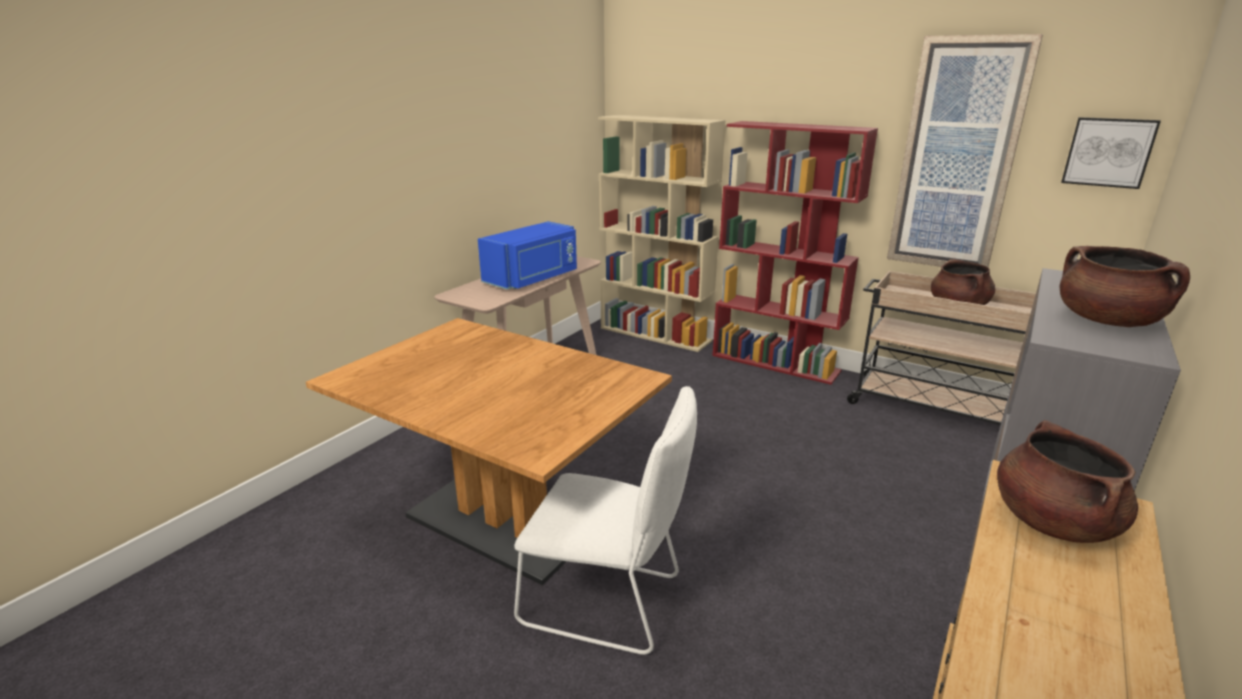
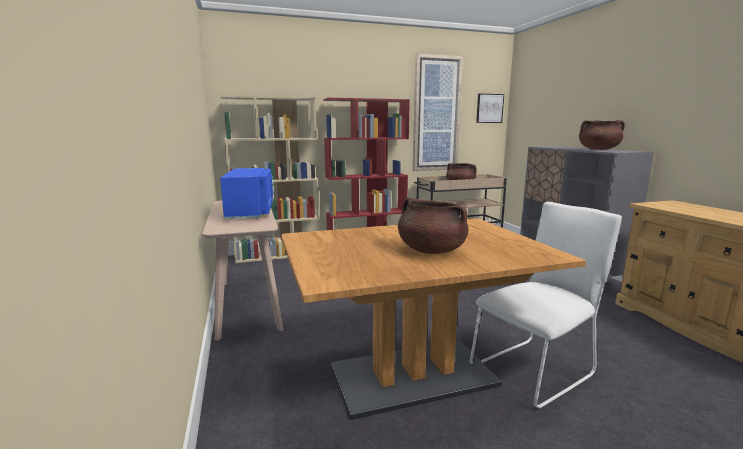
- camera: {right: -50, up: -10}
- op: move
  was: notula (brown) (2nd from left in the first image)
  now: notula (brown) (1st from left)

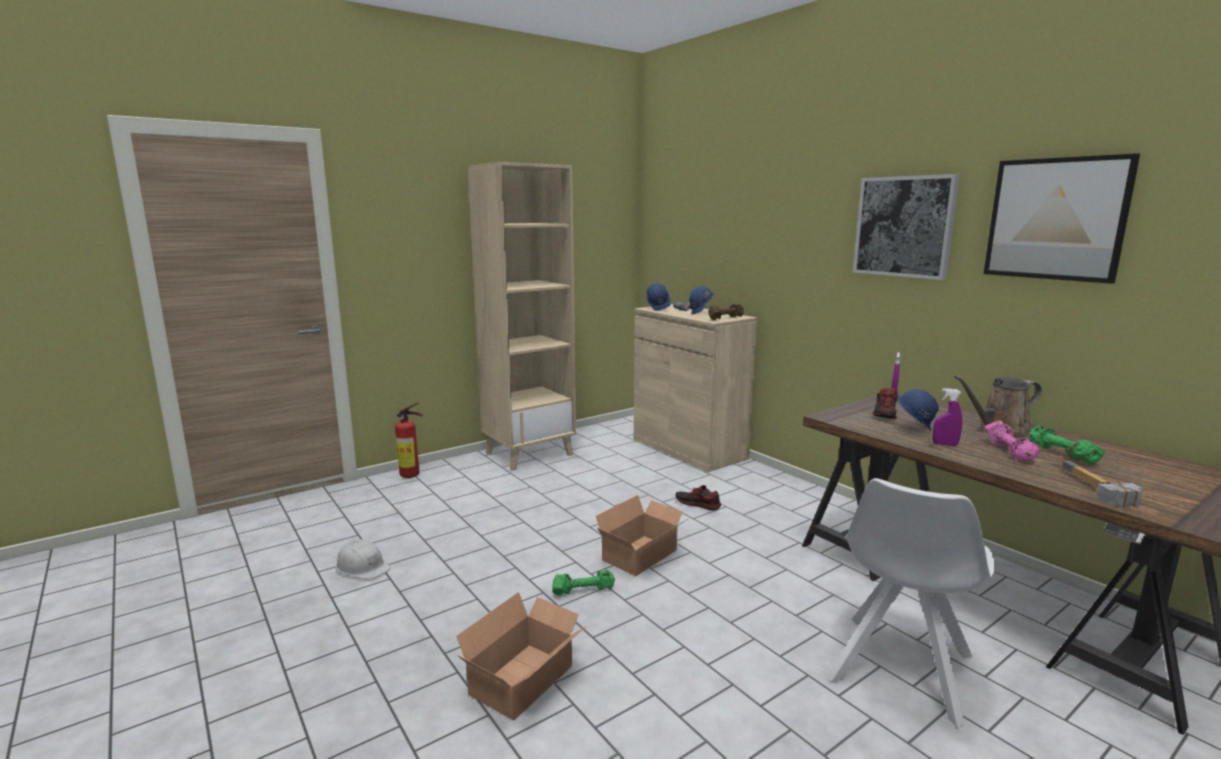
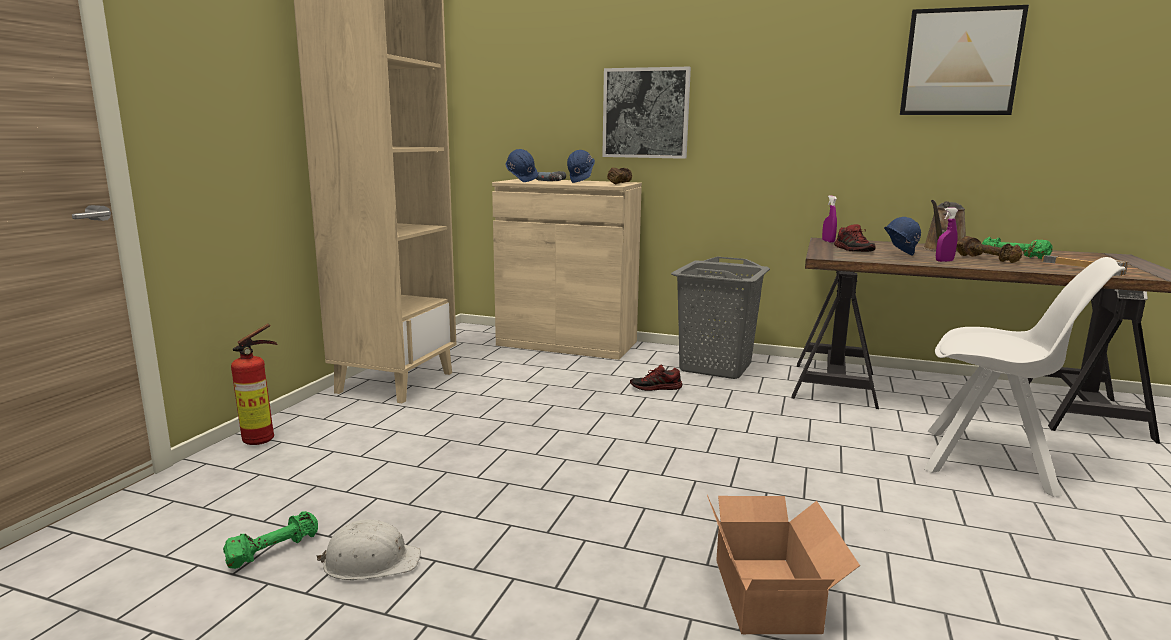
- camera: {right: -35, up: 0}
- op: move
  was: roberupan (1st from left)
- op: recolor
  was: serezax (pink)
  now: serezax (brown) (2nd from left)
- op: rotate
  was: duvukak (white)
  clockwise: -60
- op: delete
  was: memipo (2nd from left)
- op: move
  was: serezax (green) (1st from left)
- op: insert
  now: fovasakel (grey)

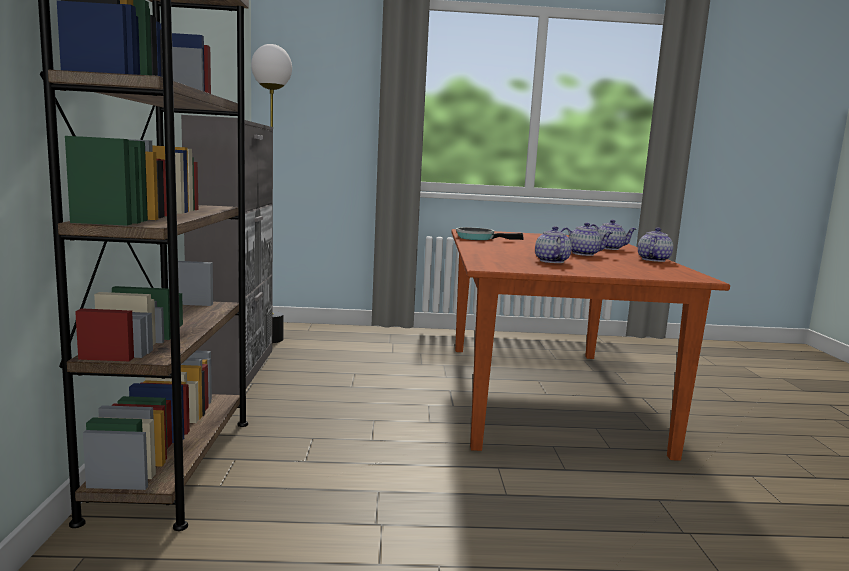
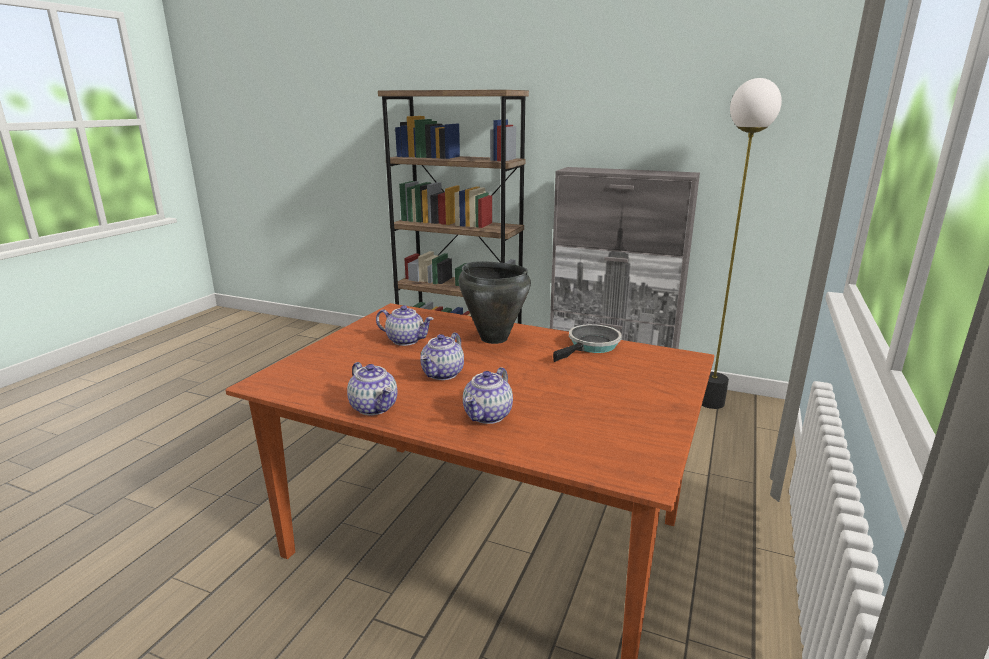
- camera: {right: 115, up: 10}
- op: insert
  now: notula (black)

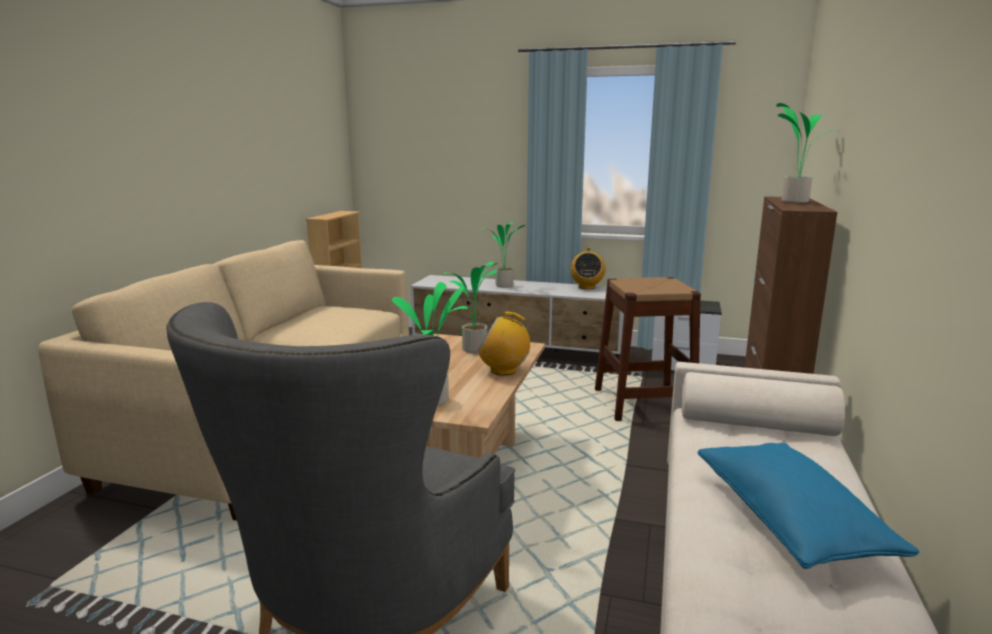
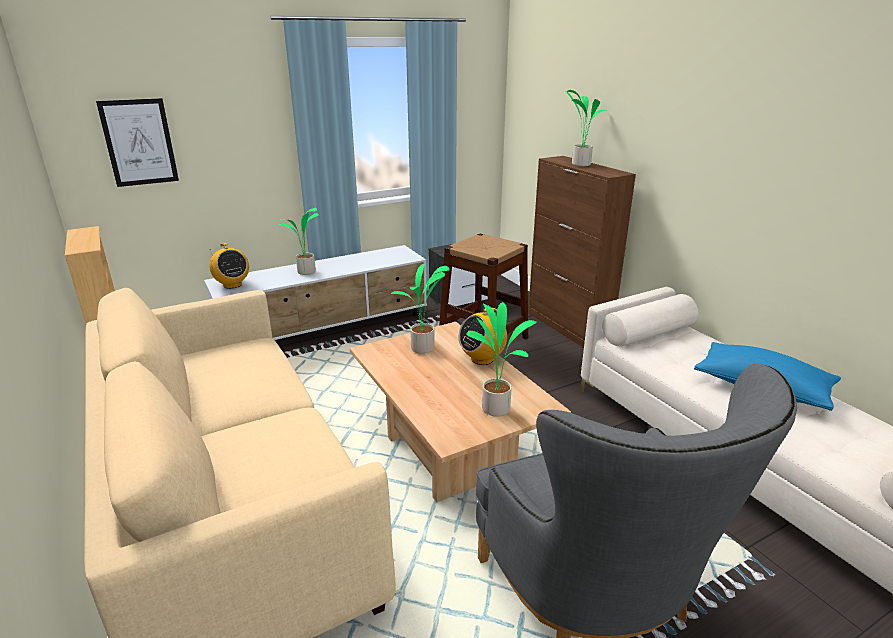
- camera: {right: -45, up: 10}
- op: move
  was: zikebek (2nd from left in the first image)
  now: zikebek (1st from left)
- op: insert
  now: roberupan

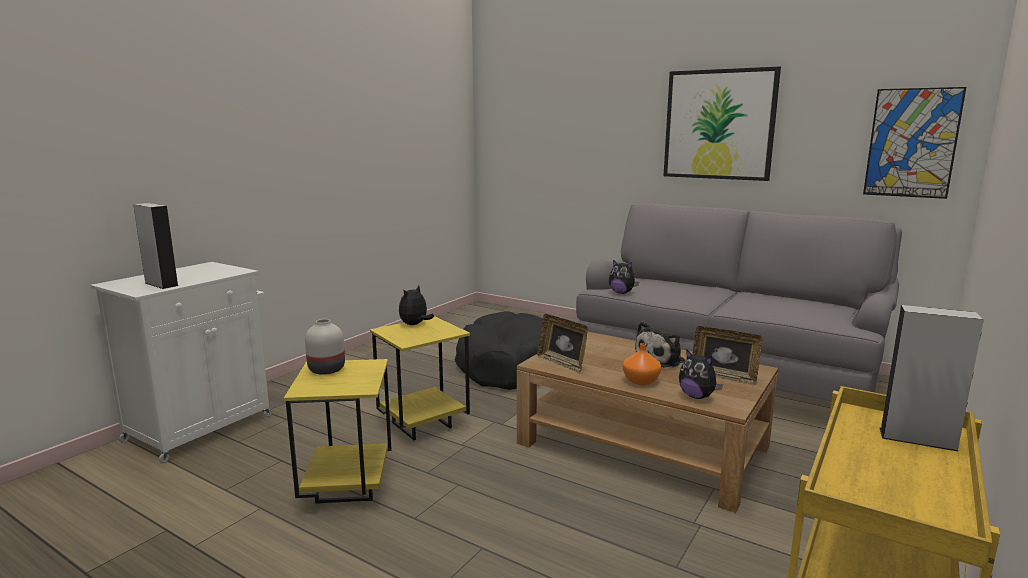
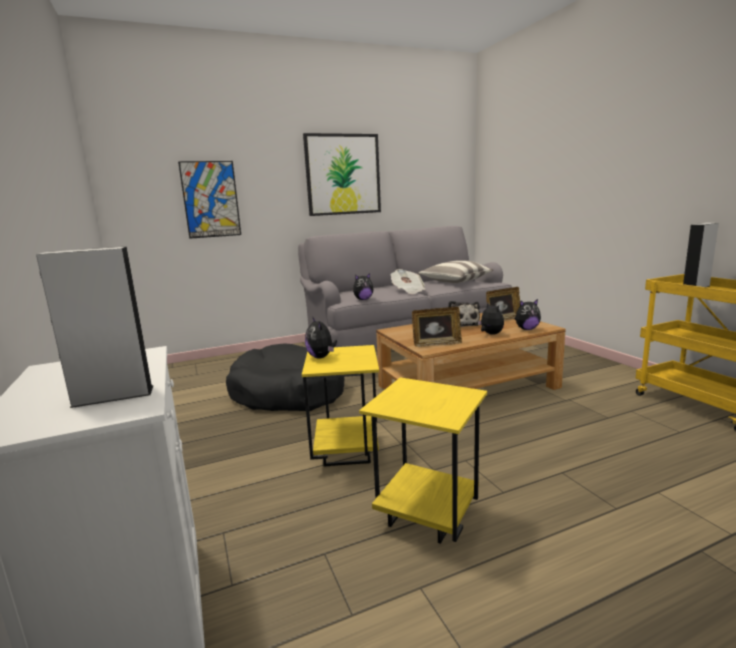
- camera: {right: -55, up: 0}
- op: move
  was: roberupan (2nd from left in the first image)
  now: roberupan (1st from left)
- op: delete
  was: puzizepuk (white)
- op: replace
  was: puzizepuk (orange)
  now: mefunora (4th from left)
- op: insert
  now: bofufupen
- op: insert
  now: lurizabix

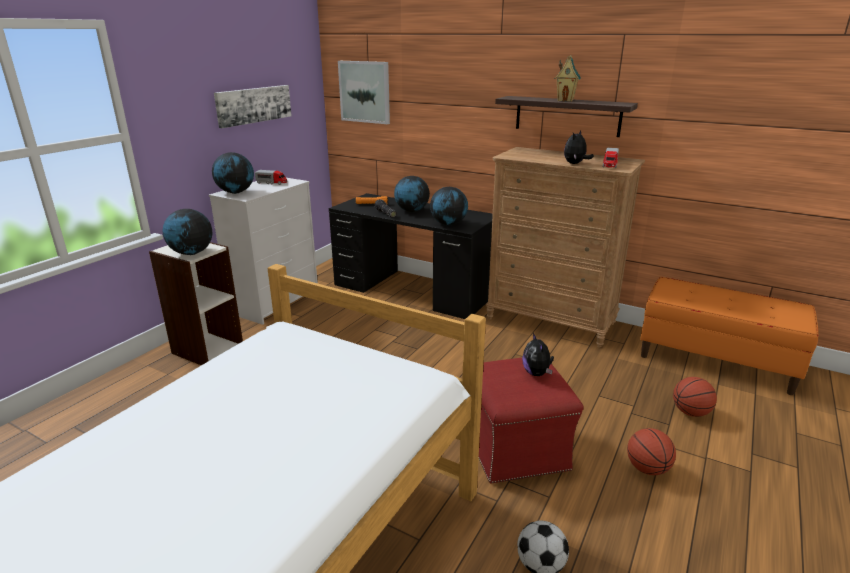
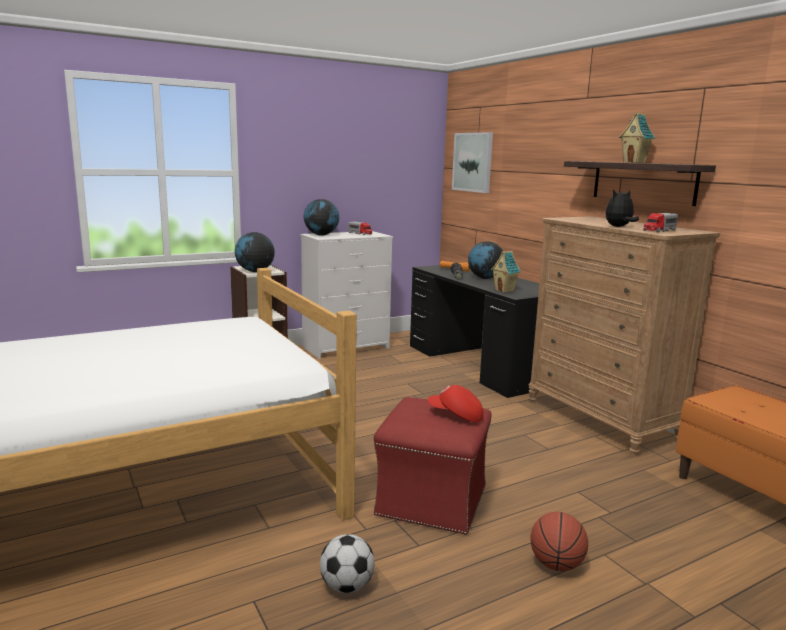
- camera: {right: 30, up: -10}
- op: delete
  was: roberupan (1st from left)
- op: replace
  was: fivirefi (4th from left)
  now: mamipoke (1st from left)
- op: replace
  was: mefunora (1st from left)
  now: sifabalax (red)
- op: delete
  was: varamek (2nd from left)

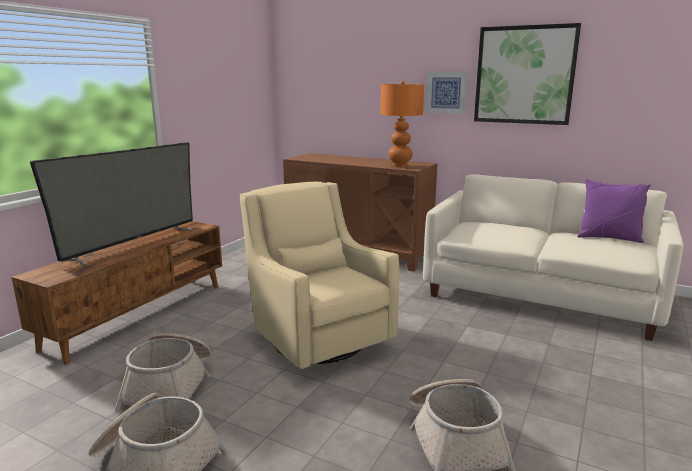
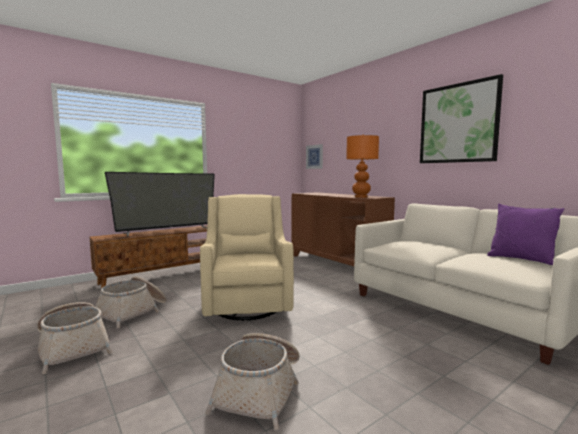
- camera: {right: 25, up: -10}
- op: move
  was: roberupan (1st from left)

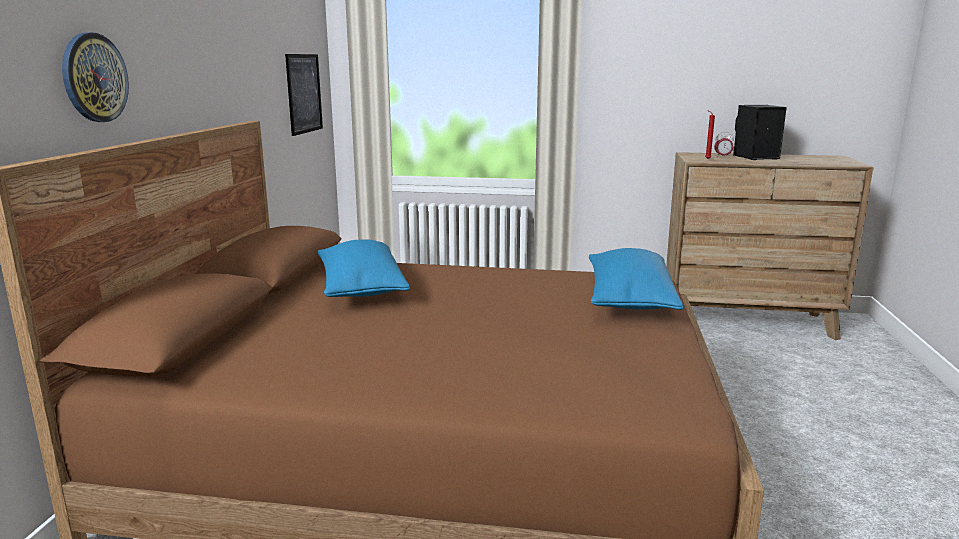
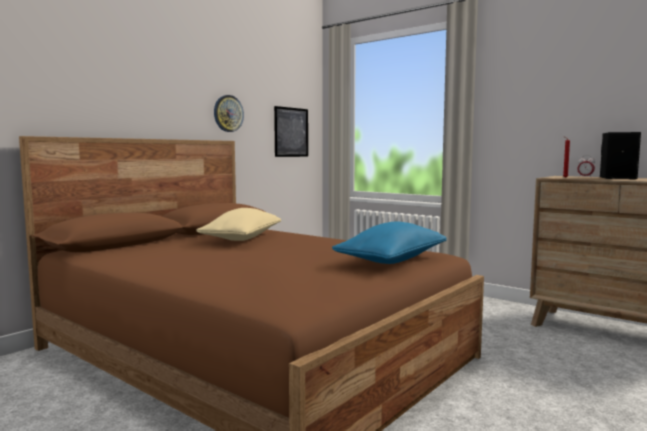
- camera: {right: 30, up: -10}
- op: move
  was: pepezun
- op: recolor
  was: bofufupen (blue) (1st from left)
  now: bofufupen (beige)

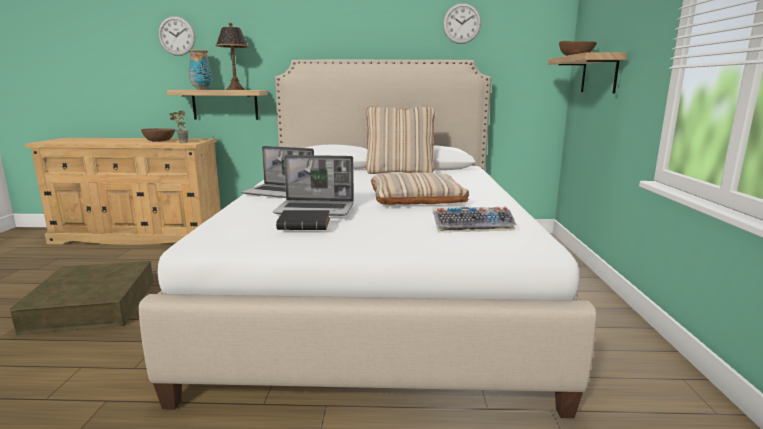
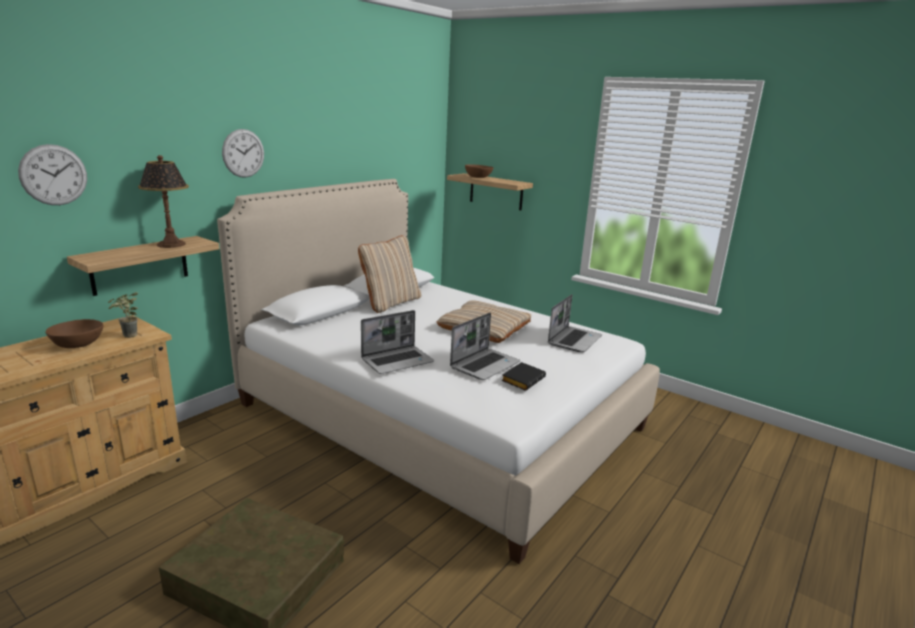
- camera: {right: -55, up: 5}
- op: move
  was: pepezun (2nd from left)
- op: delete
  was: puzizepuk
- op: replace
  was: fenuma
  now: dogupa (3rd from left)

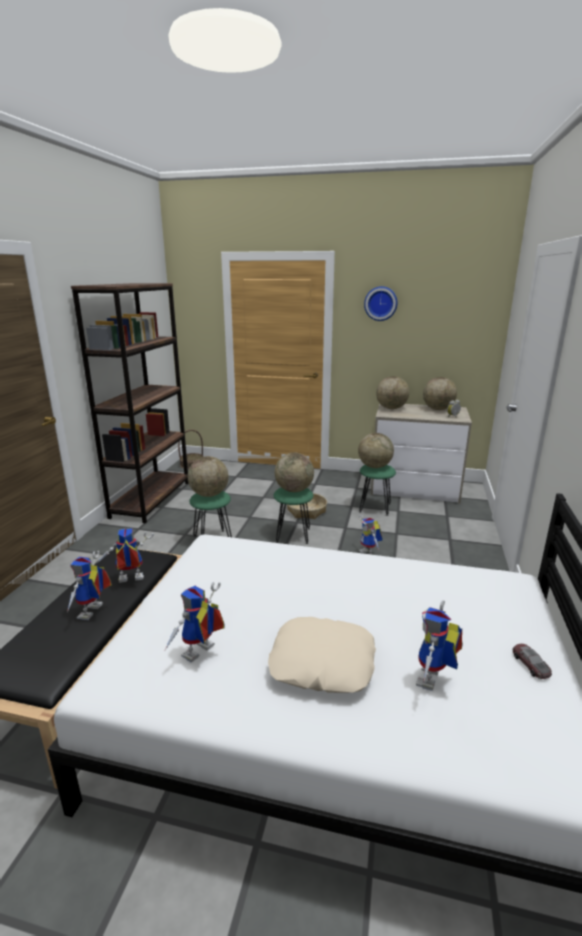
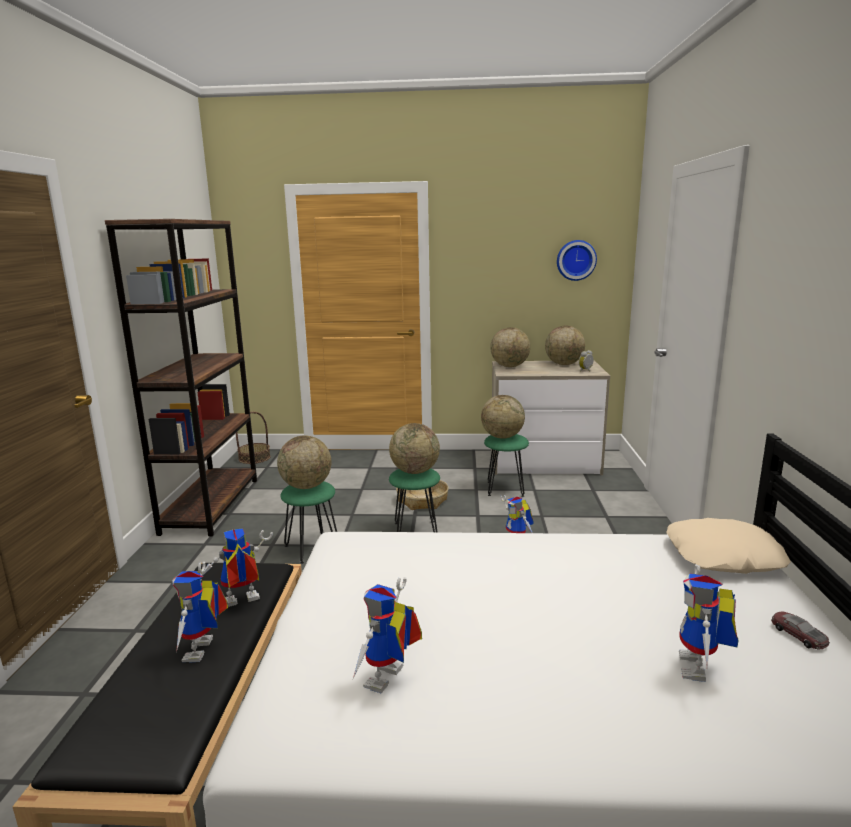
- camera: {right: -10, up: -5}
- op: move
  was: pepezun
- op: move
  was: bofufupen (beige)

